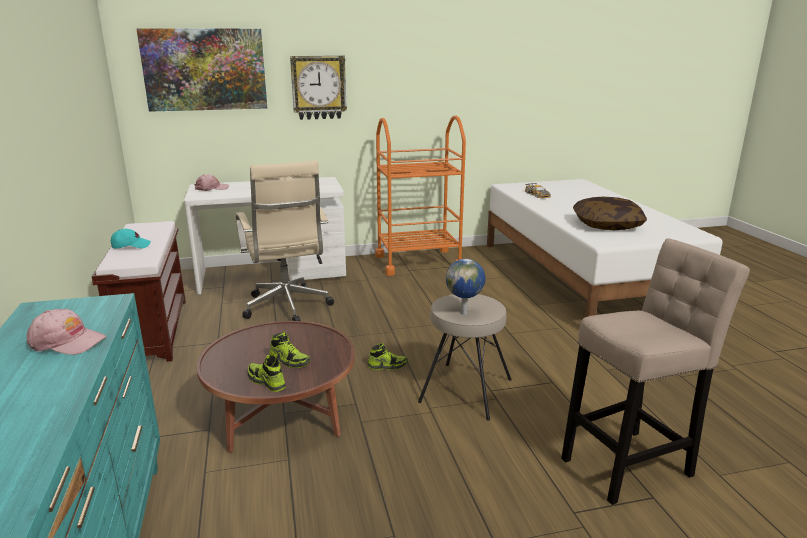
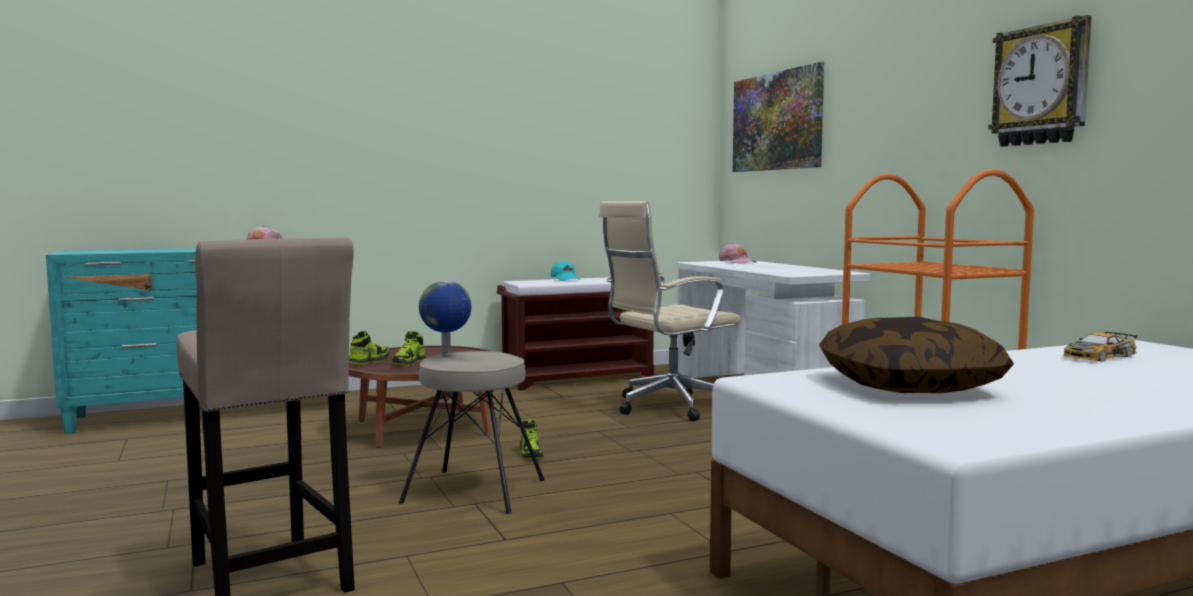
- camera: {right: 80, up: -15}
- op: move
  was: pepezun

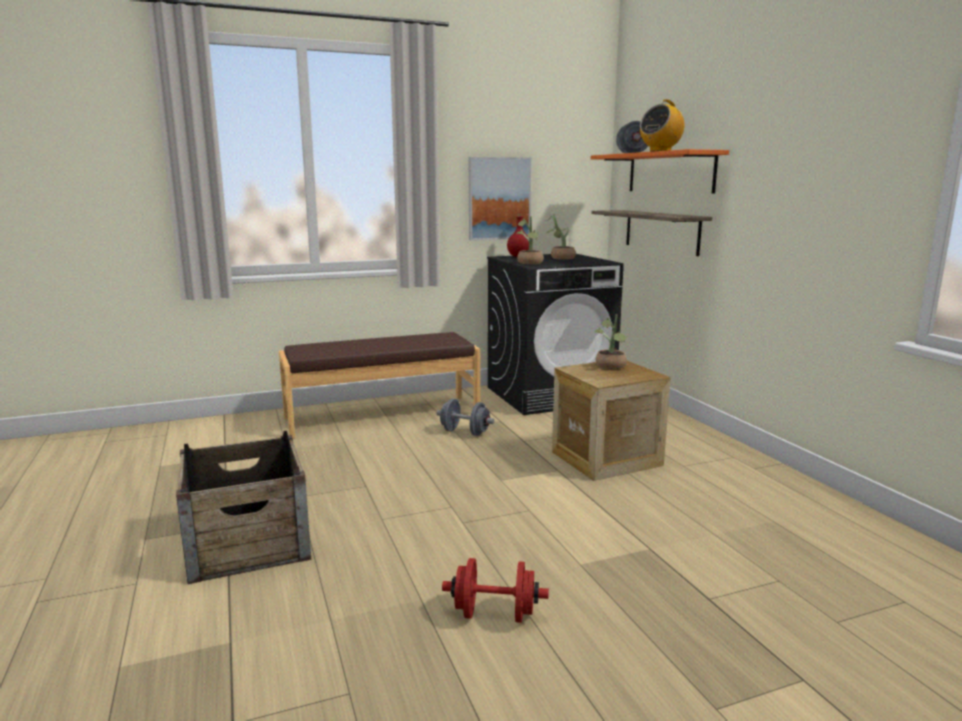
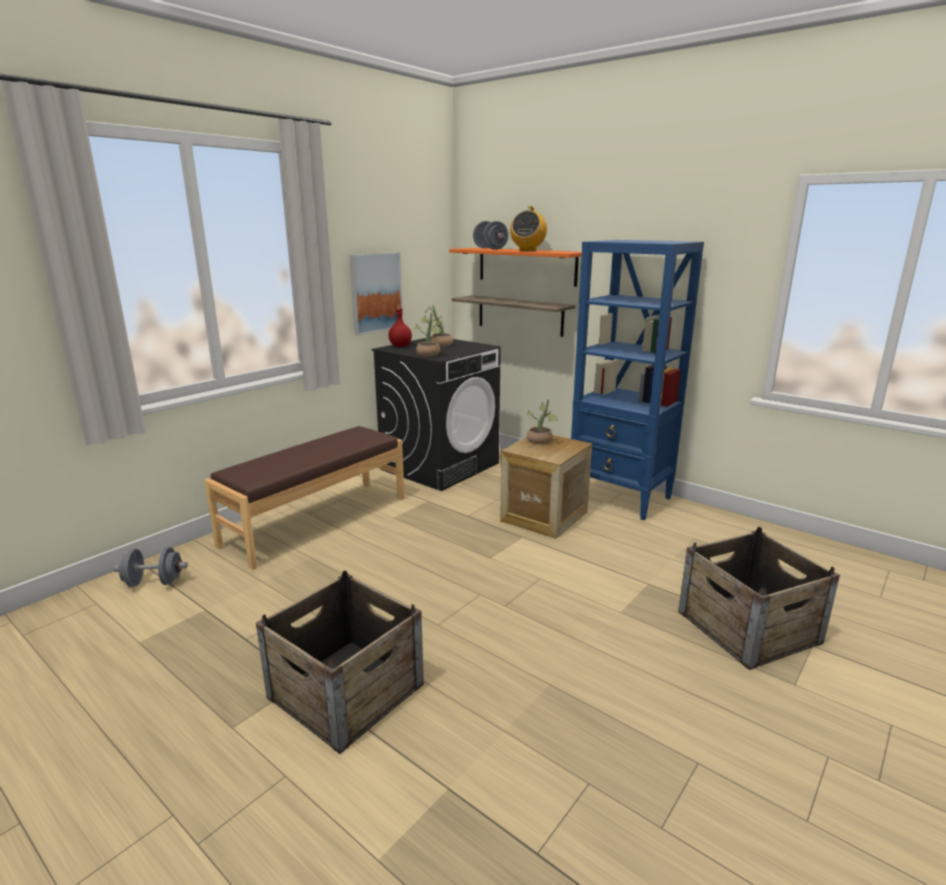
- camera: {right: -30, up: 5}
- op: move
  was: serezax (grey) (1st from left)
- op: delete
  was: serezax (red)
- op: insert
  now: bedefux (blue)
- op: insert
  now: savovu (3rd from left)

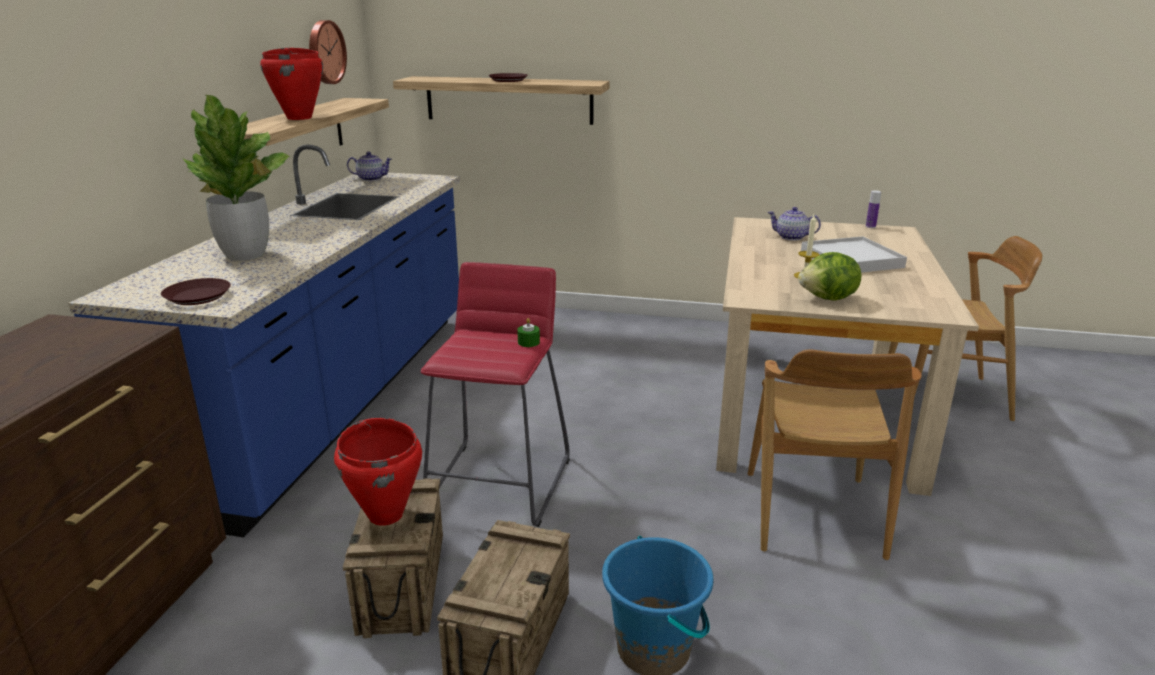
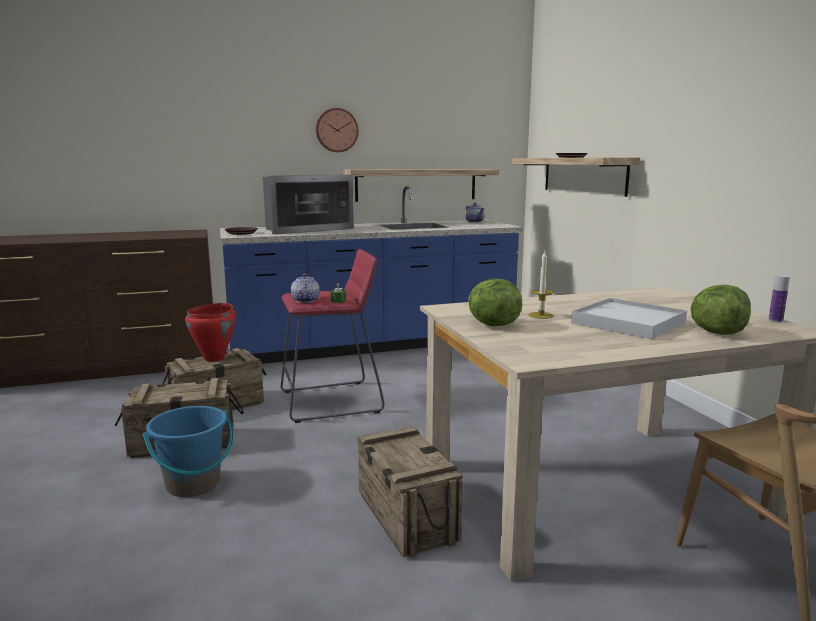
- camera: {right: 60, up: -10}
- op: move
  was: pepezun
- op: delete
  was: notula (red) (1st from left)
- op: replace
  was: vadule
  now: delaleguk
- op: move
  was: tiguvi (2nd from left in the first image)
  now: tiguvi (1st from left)
- op: replace
  was: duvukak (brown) (1st from left)
  now: savovu (3rd from left)
- op: insert
  now: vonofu (2nd from left)

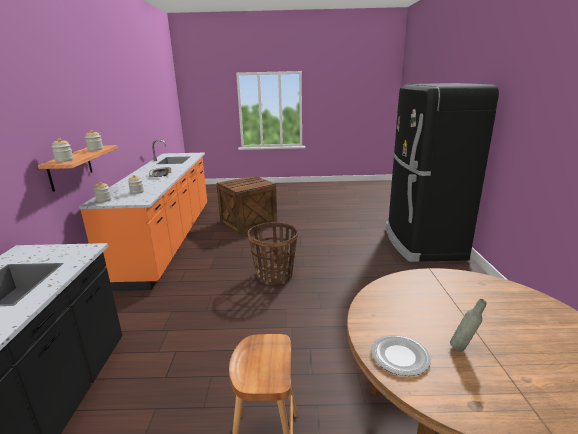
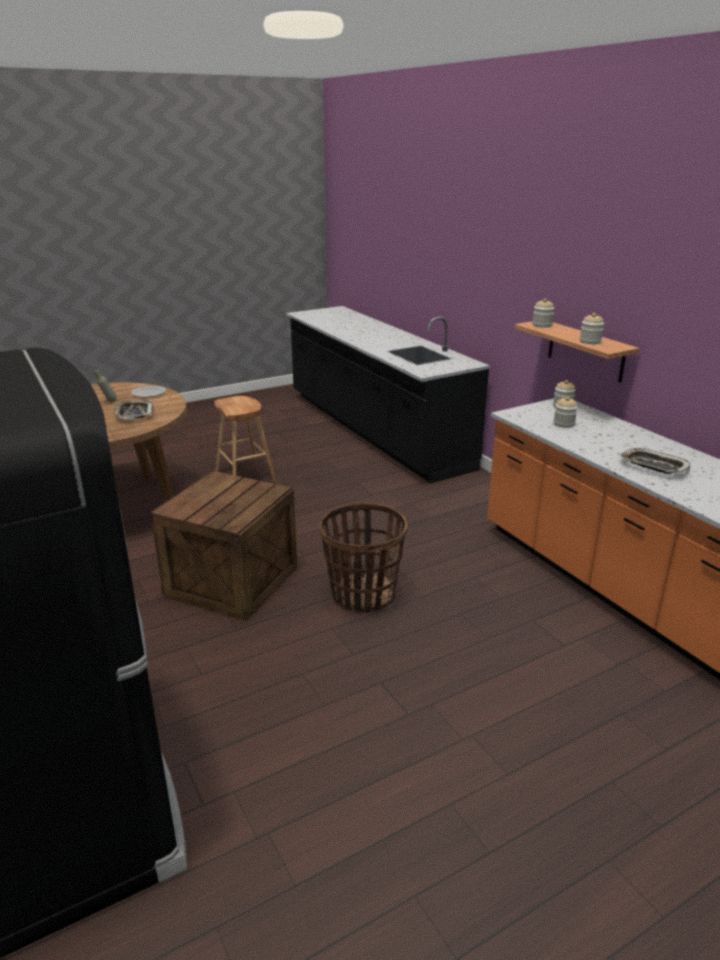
- camera: {right: 150, up: 5}
- op: move
  was: savovu
- op: insert
  now: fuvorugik (1st from left)

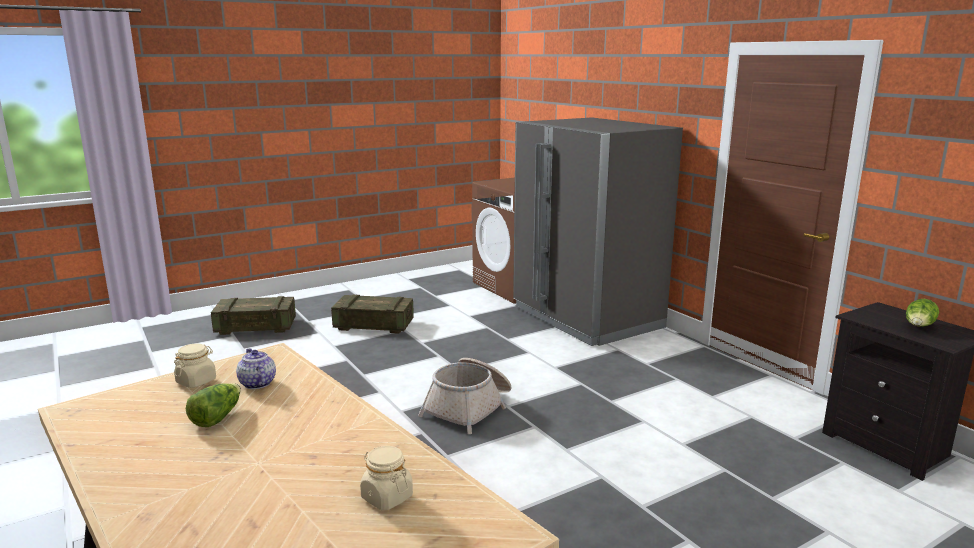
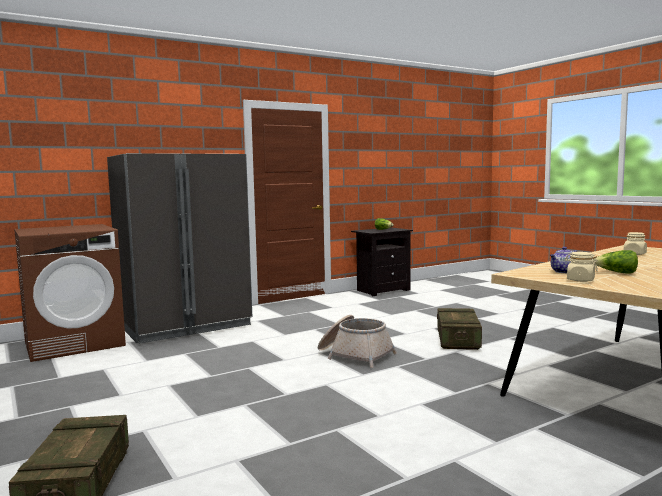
- camera: {right: -90, up: -10}
- op: move
  was: savovu (2nd from left)

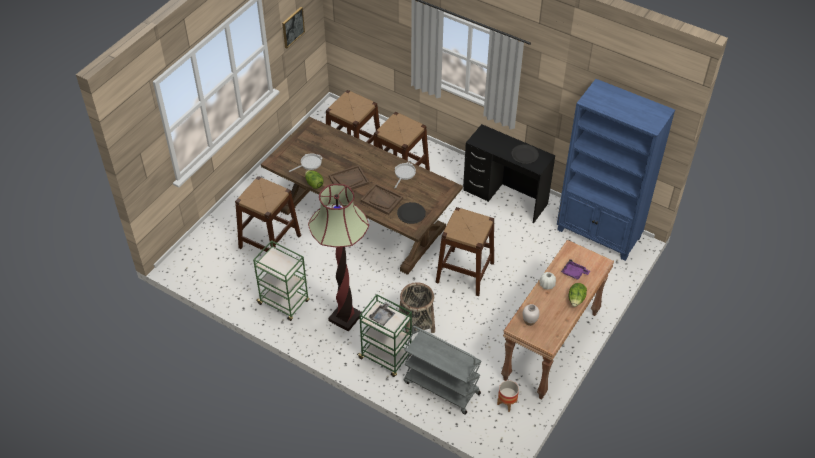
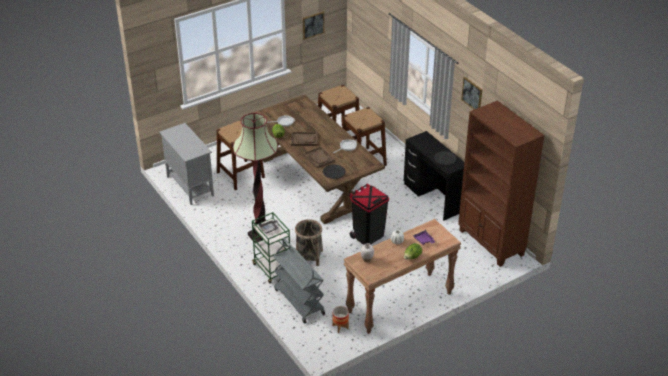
- camera: {right: 25, up: -10}
- op: recolor
  was: bedefux (blue)
  now: bedefux (brown)
- op: replace
  was: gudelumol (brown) (4th from left)
  now: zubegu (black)
- op: delete
  was: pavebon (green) (1st from left)
- op: insert
  now: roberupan (2nd from left)
- op: insert
  now: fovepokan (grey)

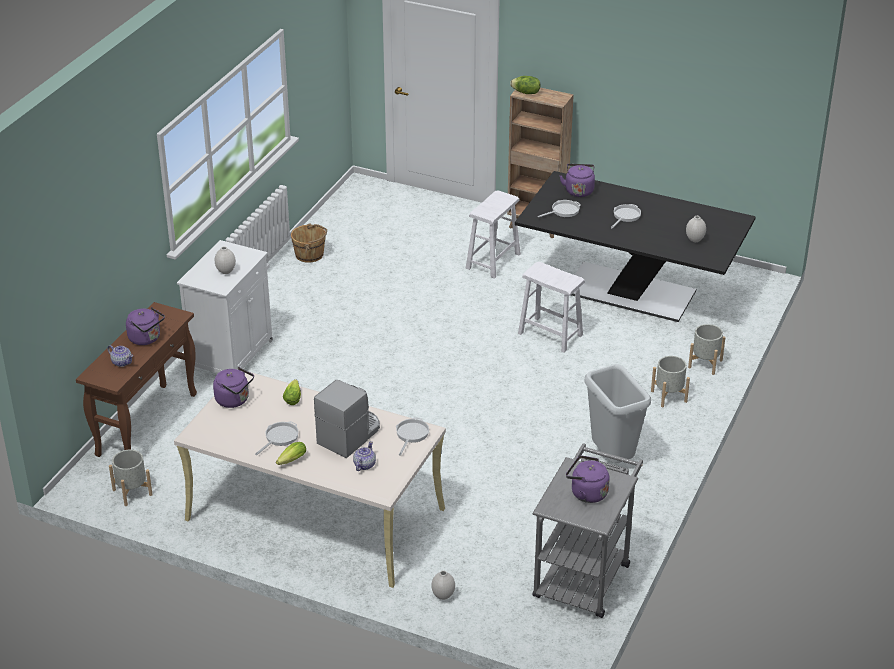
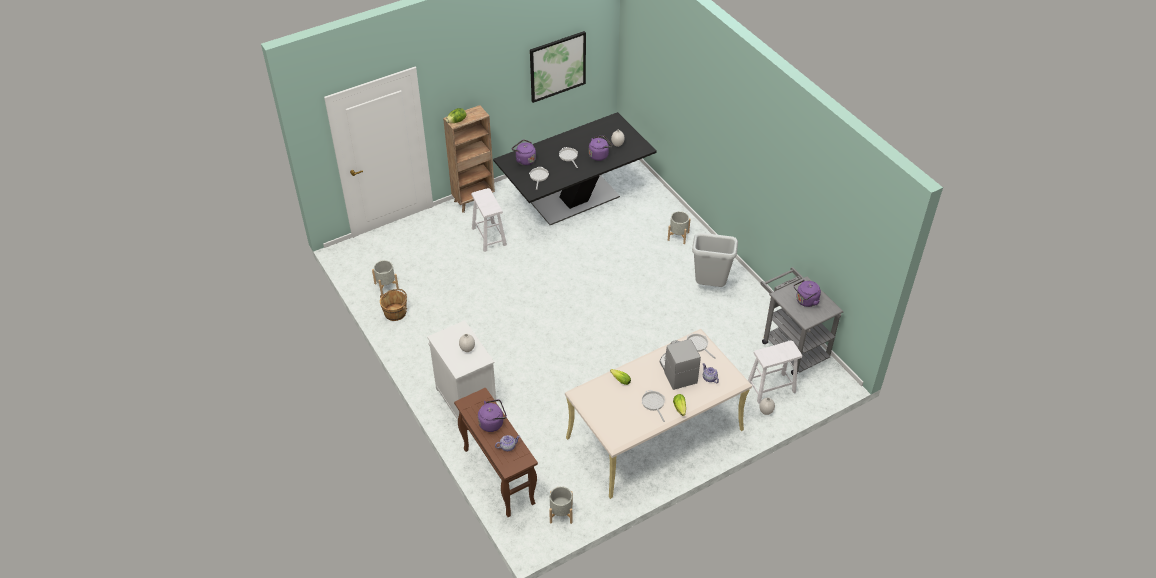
- camera: {right: -55, up: 10}
- op: move
  was: gudelumol (white) (2nd from left)
- op: move
  was: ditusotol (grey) (3rd from left in the first image)
  now: ditusotol (grey) (1st from left)
- op: move
  was: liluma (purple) (2nd from left in the first image)
  now: liluma (purple) (3rd from left)
- op: insert
  now: roberupan

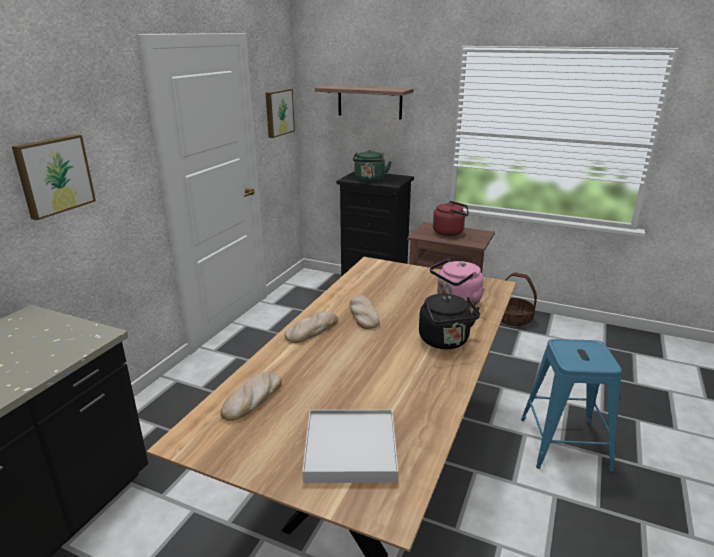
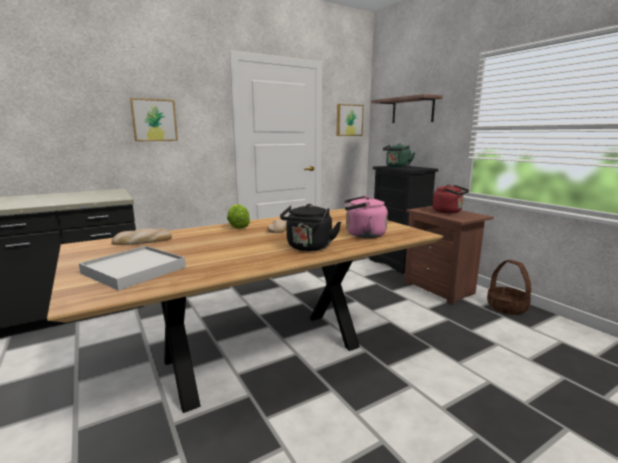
- camera: {right: 35, up: -10}
- op: replace
  was: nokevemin (2nd from left)
  now: vonofu
- op: delete
  was: gudelumol (blue)

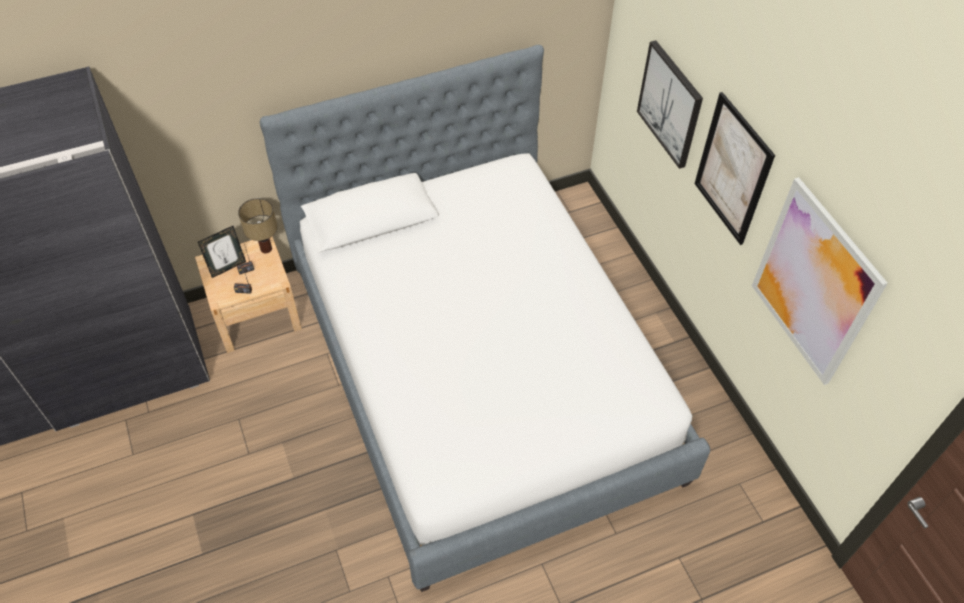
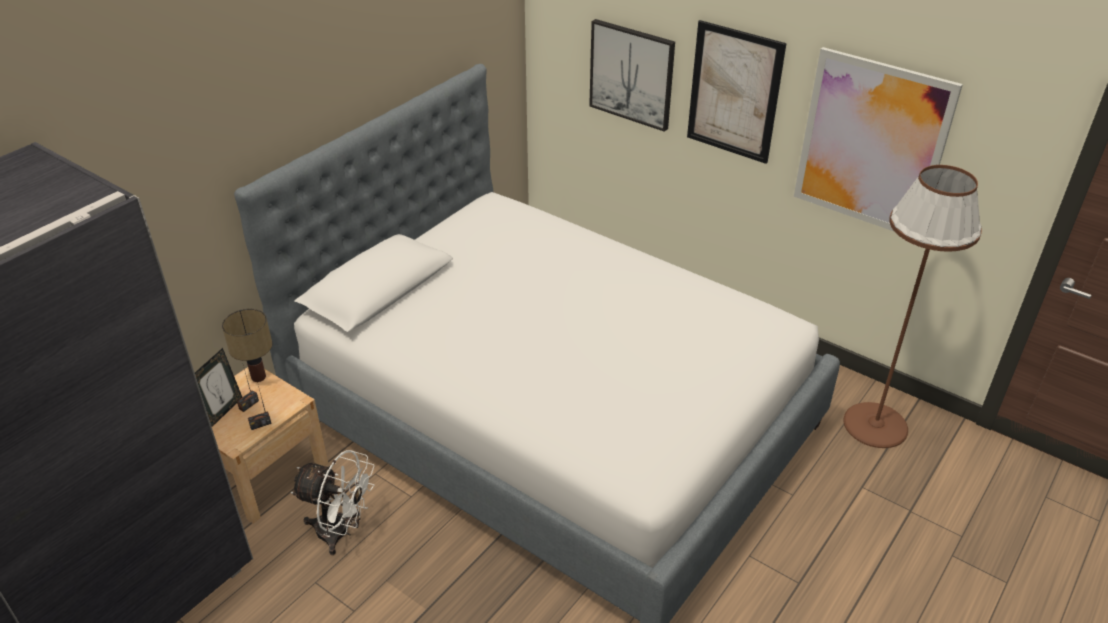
- camera: {right: -30, up: -15}
- op: insert
  now: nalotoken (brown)
- op: insert
  now: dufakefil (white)

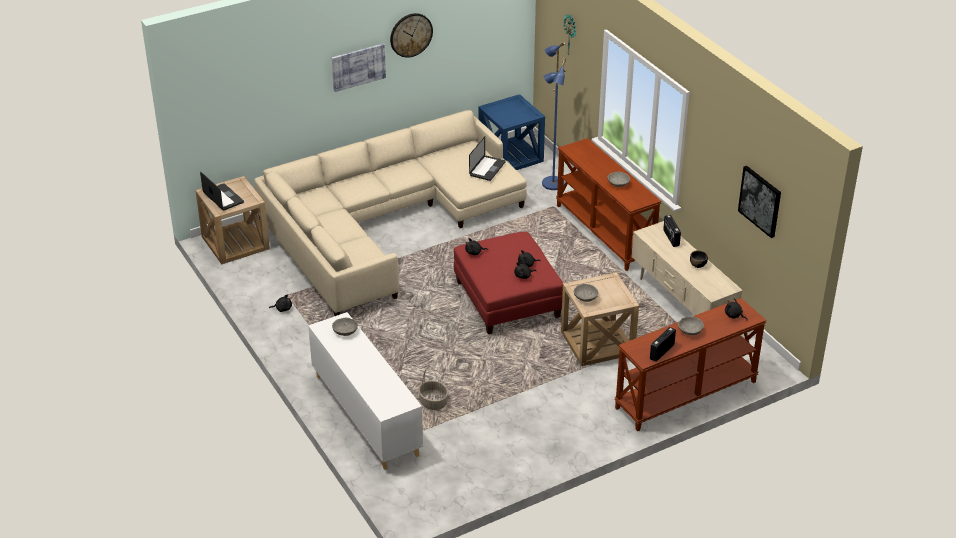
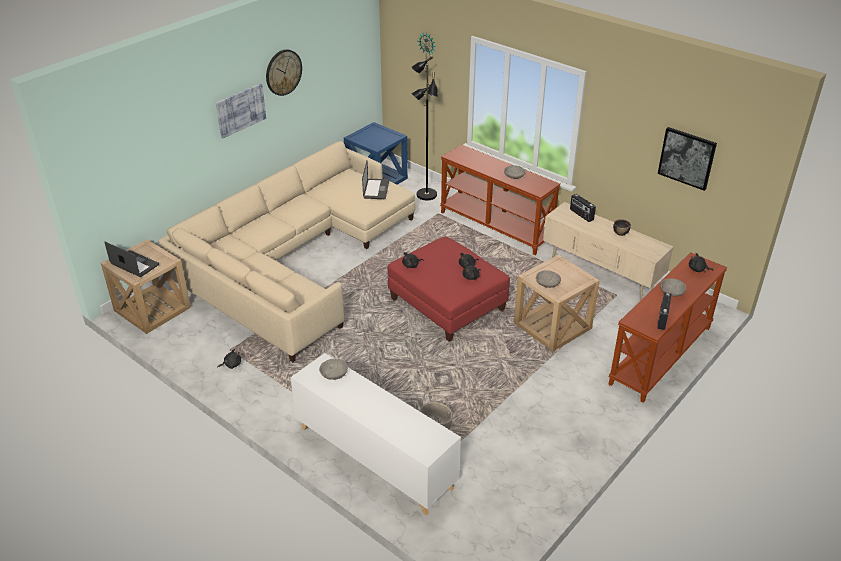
- camera: {right: -20, up: 0}
- op: recolor
  was: nalotoken (blue)
  now: nalotoken (black)

